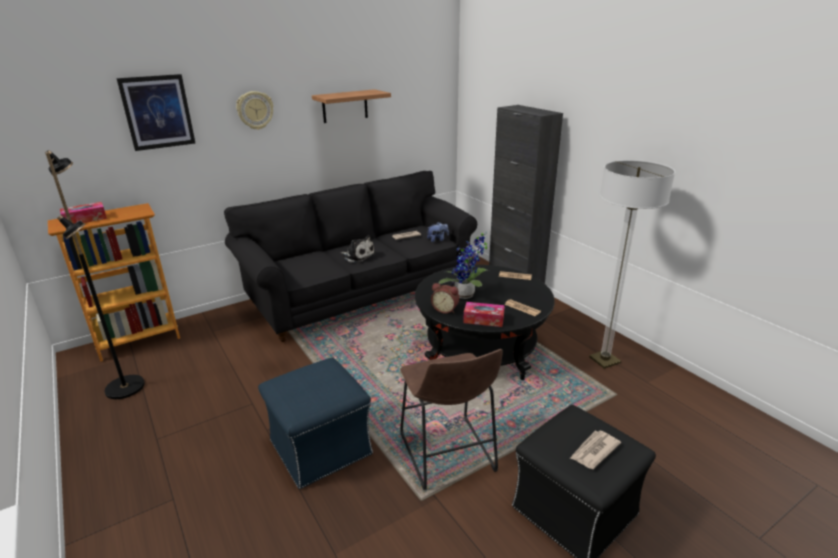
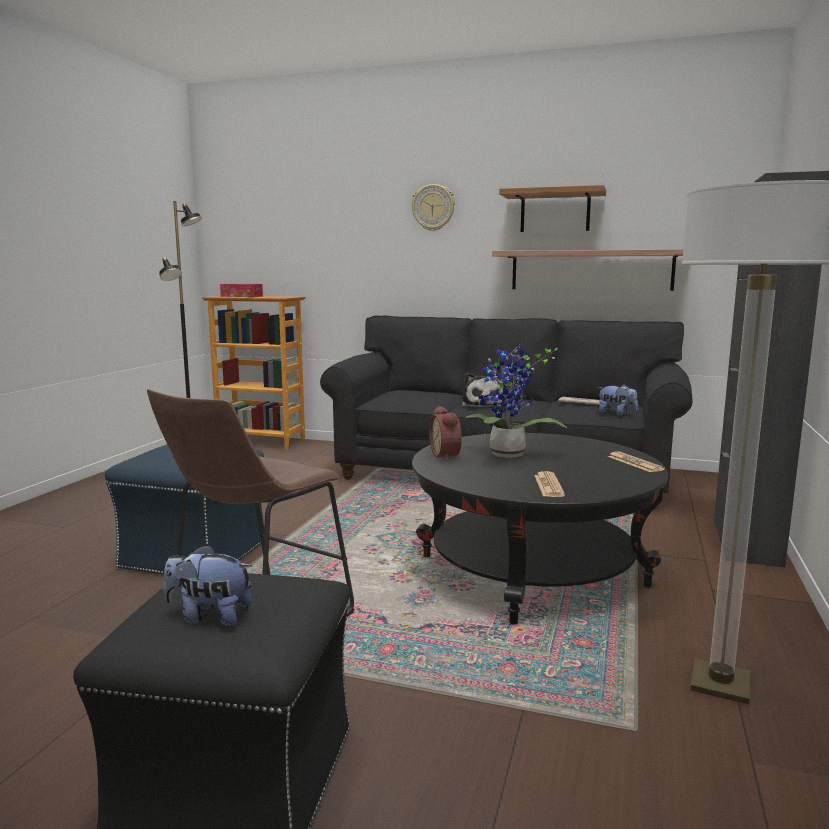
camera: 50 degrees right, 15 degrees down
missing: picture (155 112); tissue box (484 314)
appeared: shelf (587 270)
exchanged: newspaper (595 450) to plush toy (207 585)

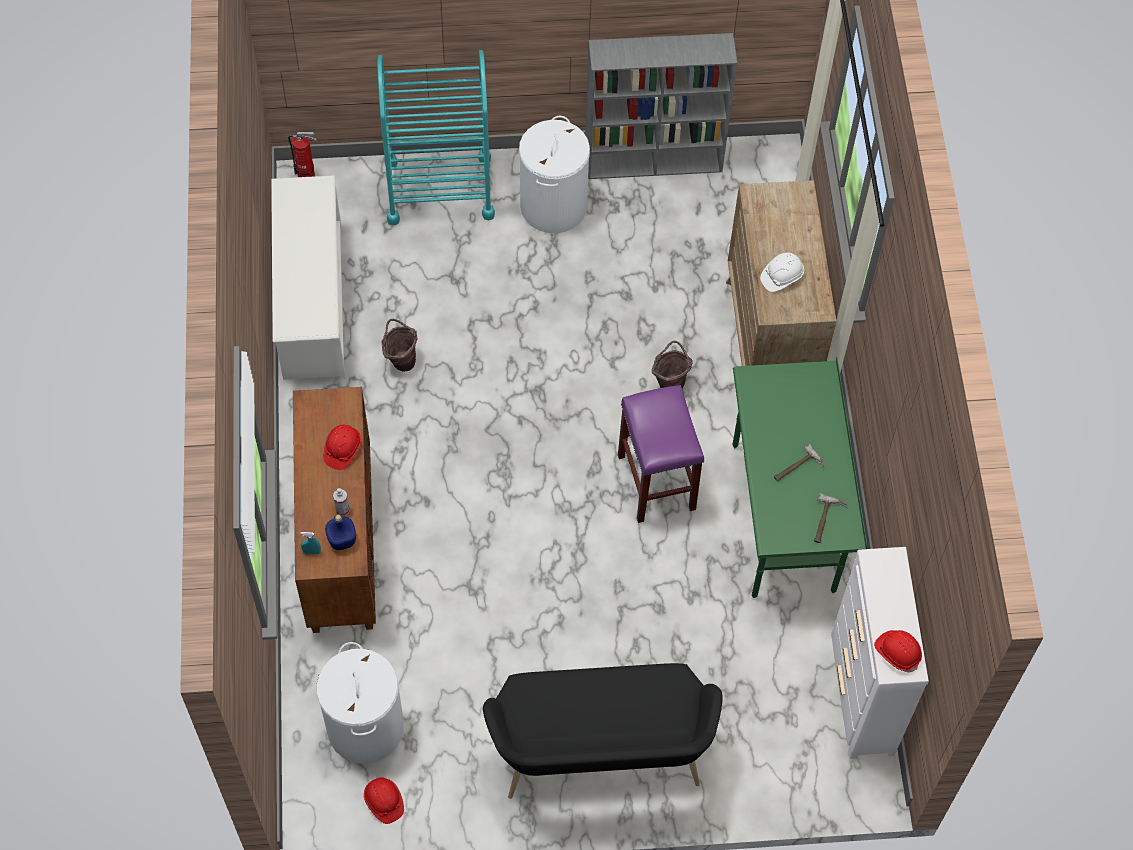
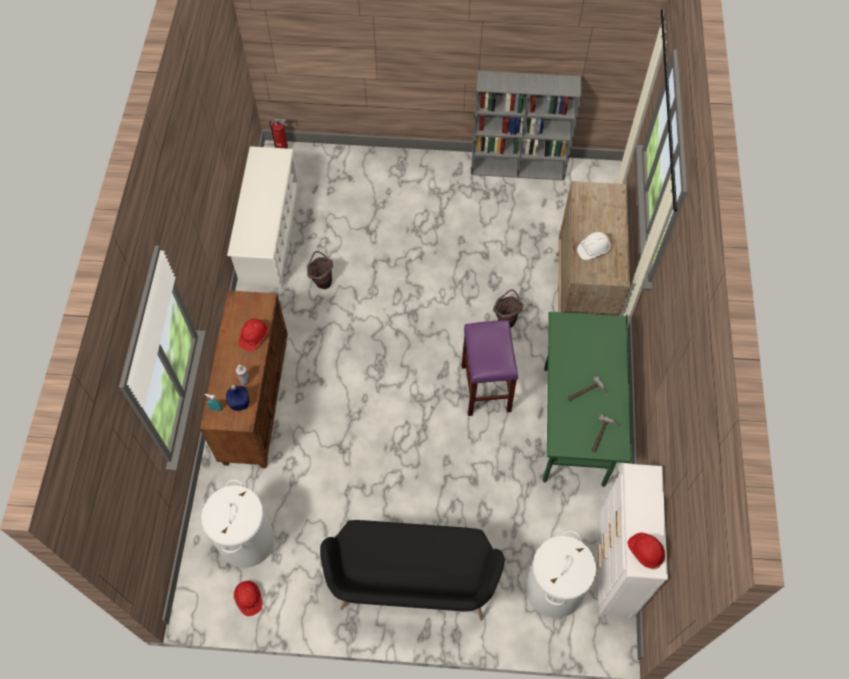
camera: 10 degrees right, 0 degrees up
missing: turquoise cart (436 137)
relocated: white laundry basket (554 174) to (561 574)

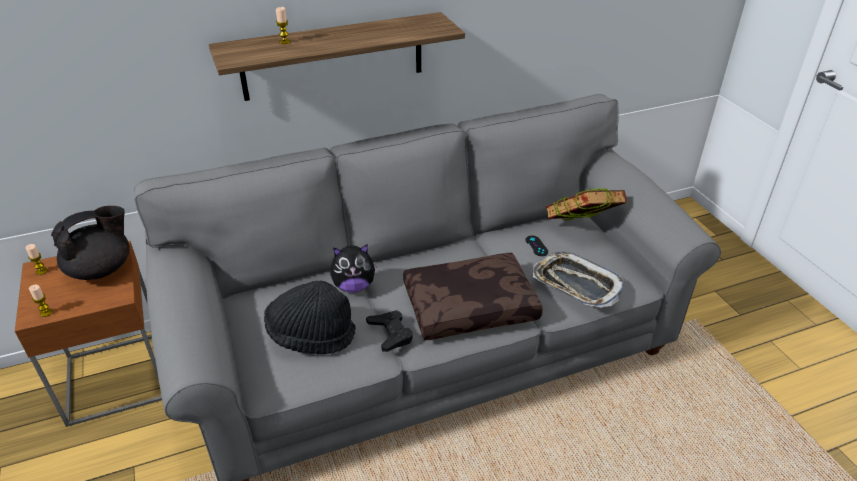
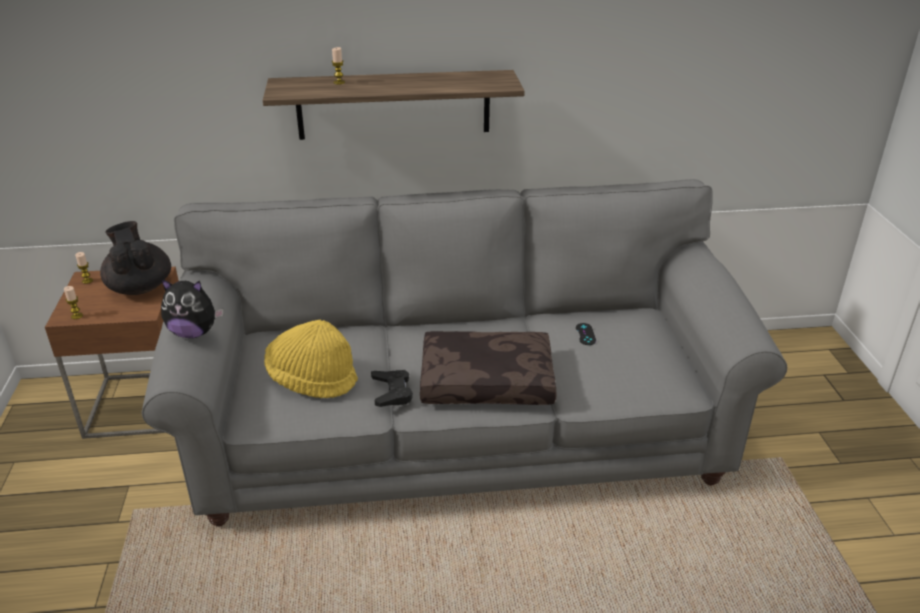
camera: 15 degrees right, 5 degrees down
missing: tray (578 280); book (586 204)
relocated: plush toy (353 268) to (192 308)
colour: black hat (310 317) to yellow hat (311 359)
spun: black teapot (90 243) = (135 258) 90 degrees counterclockwise

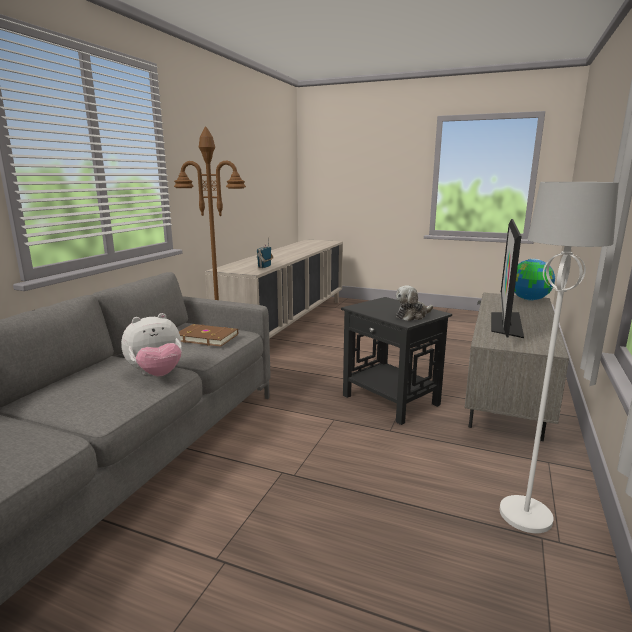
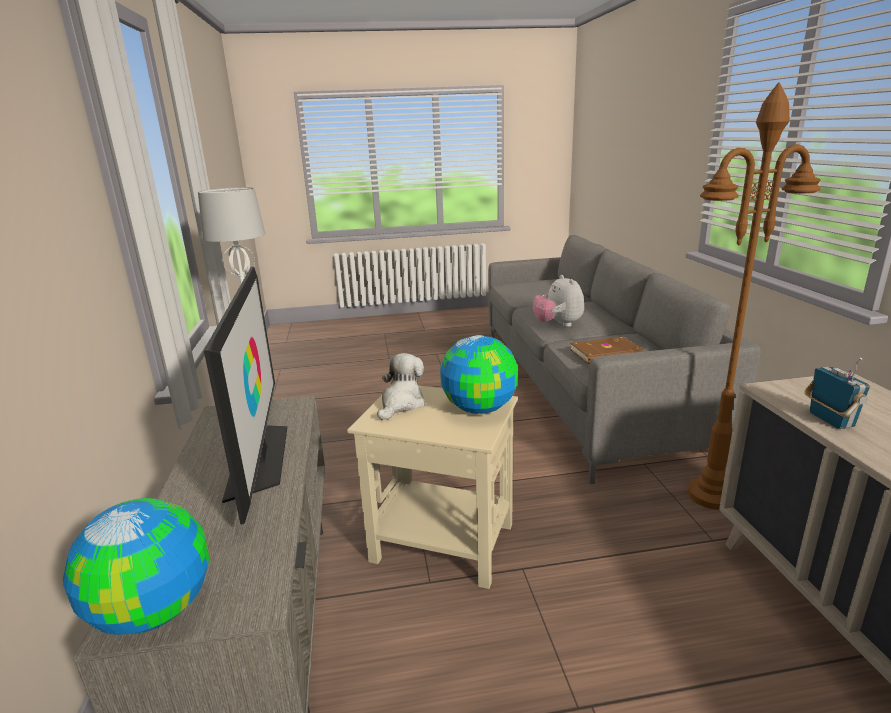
camera: 150 degrees right, 5 degrees up
appeared: globe (479 374)
colour: black side table (396 361) to beige side table (432 487)
spun: plush toy (151 344) = (558 301) 45 degrees counterclockwise

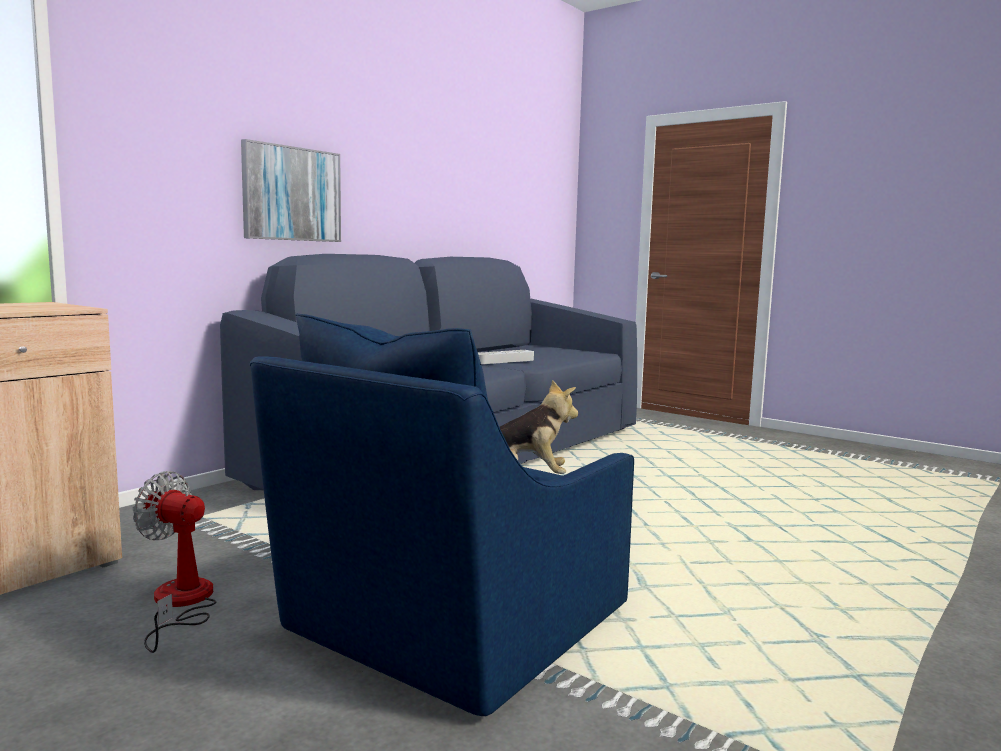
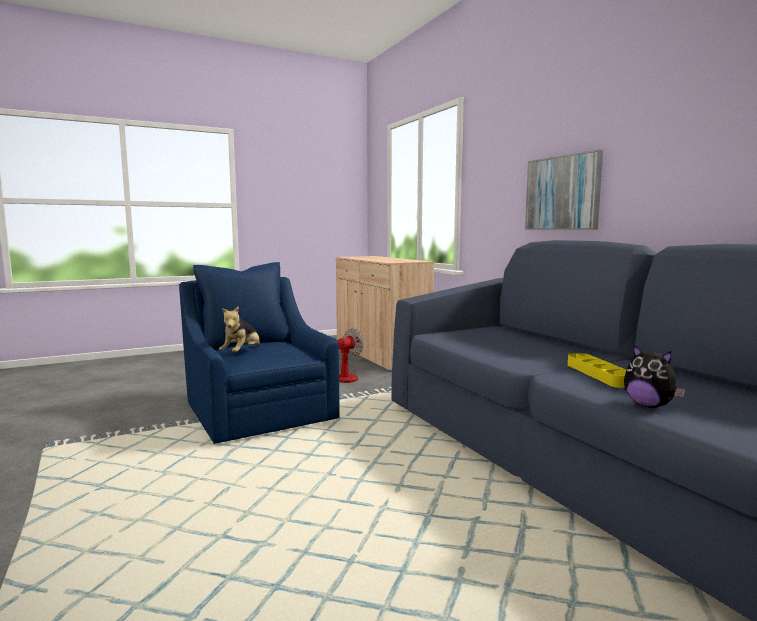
camera: 115 degrees right, 0 degrees up
appeared: plush toy (655 376)
colour: grey tray (506 357) to yellow tray (597 370)

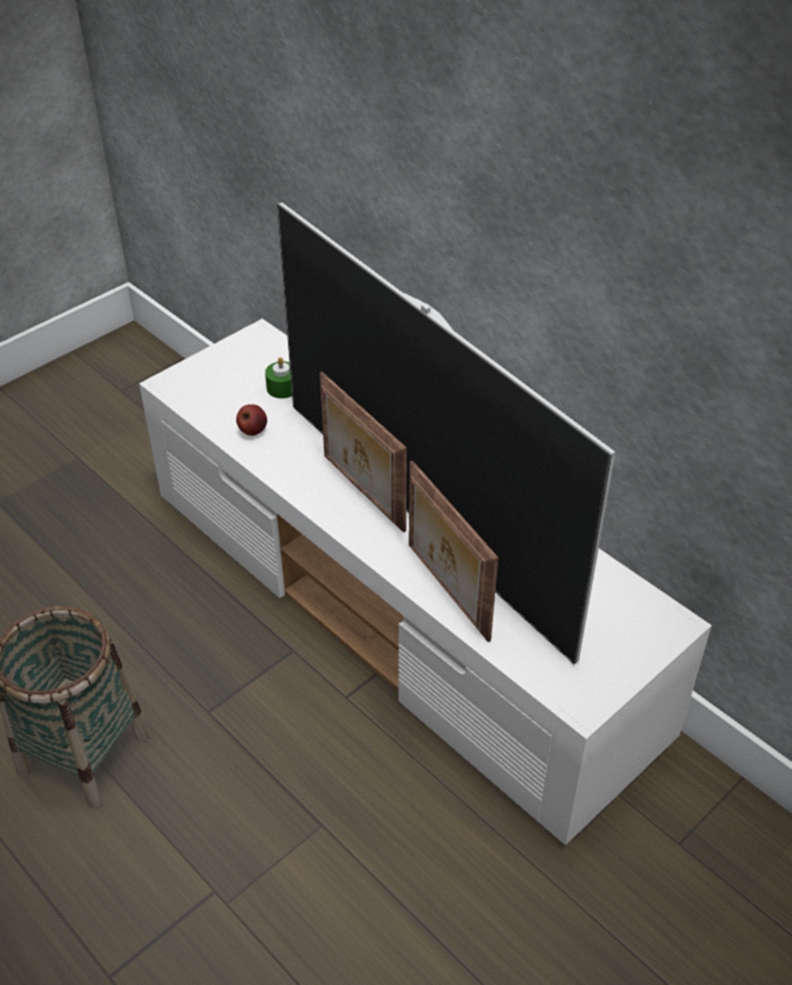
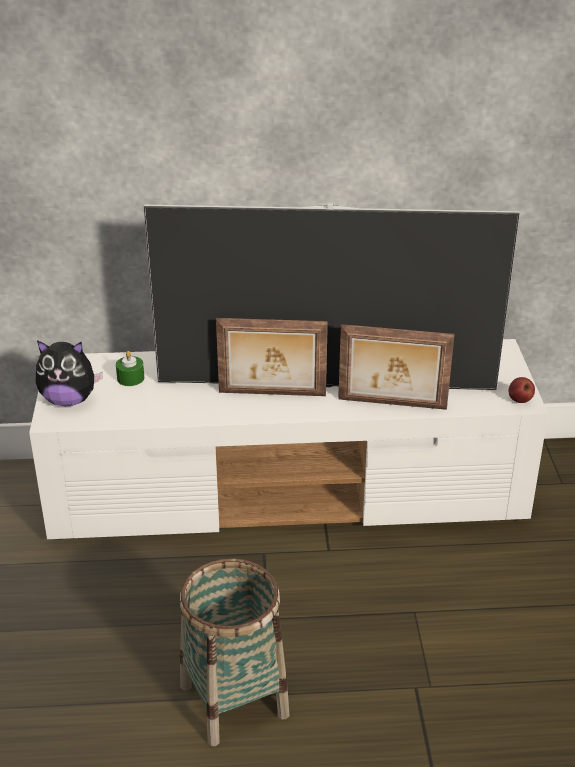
camera: 50 degrees left, 10 degrees down
appeared: plush toy (69 373)
relocated: apple (251 420) to (522 390)

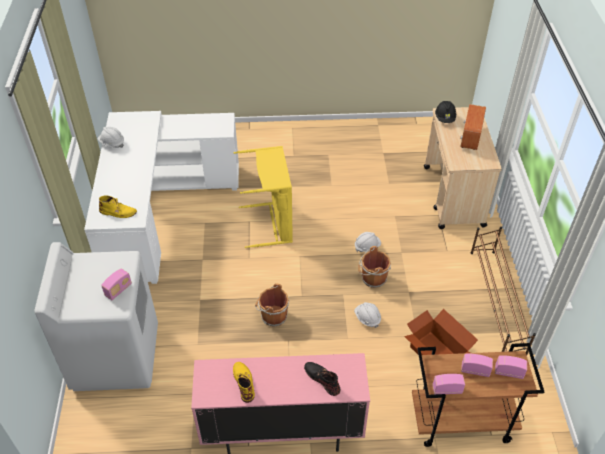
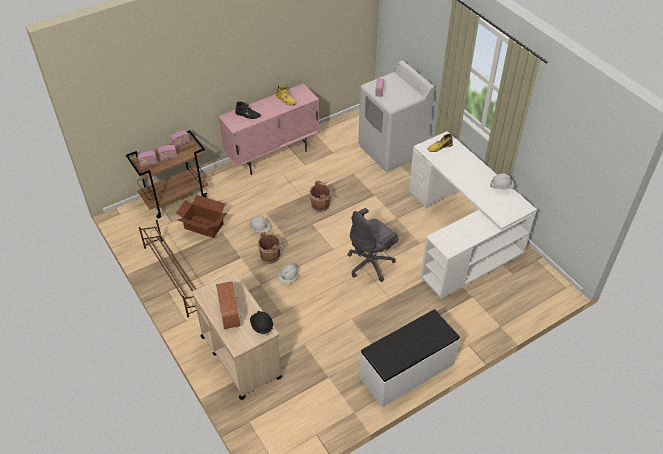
camera: 150 degrees right, 0 degrees up
appeared: white bench (409 358)
exchanged: yellow laundry basket (263 197) to grey office chair (373 245)

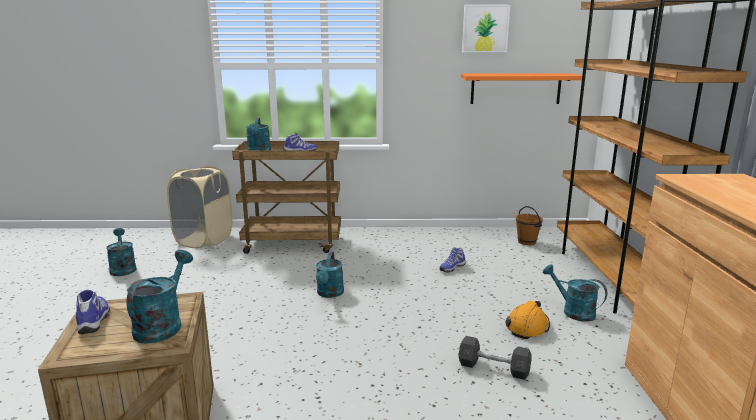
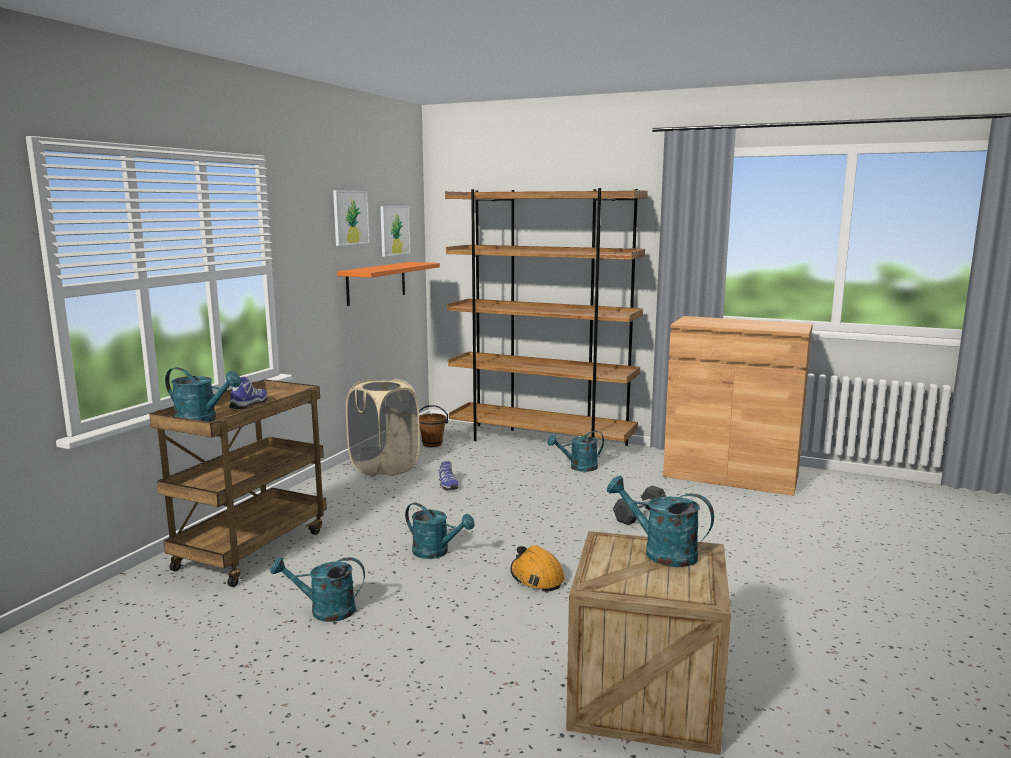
camera: 65 degrees left, 5 degrees down
missing: shoe (93 312)
appeared: picture (395 231)
relocated: turquoise watering can (121 252) to (317 589); beige laundry basket (200 207) to (383 427); orange hard hat (527 320) to (537 568)

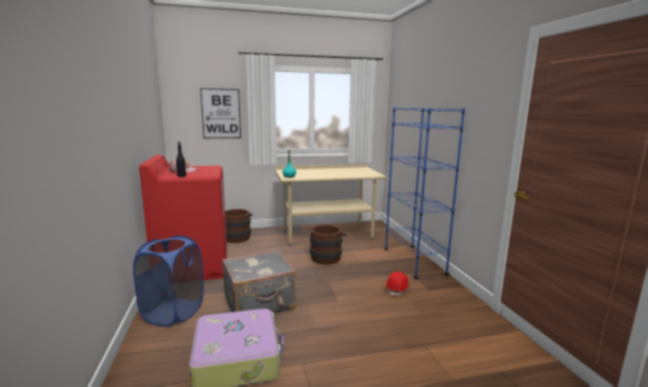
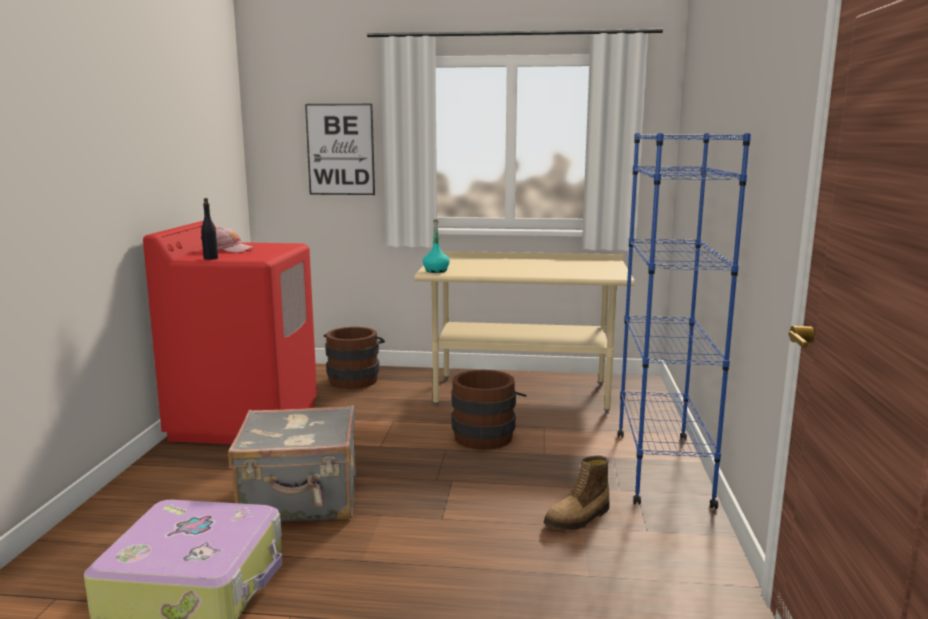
camera: 20 degrees right, 0 degrees up
missing: blue laundry basket (168 281)
exchanged: red hard hat (397 284) to boot (577 492)

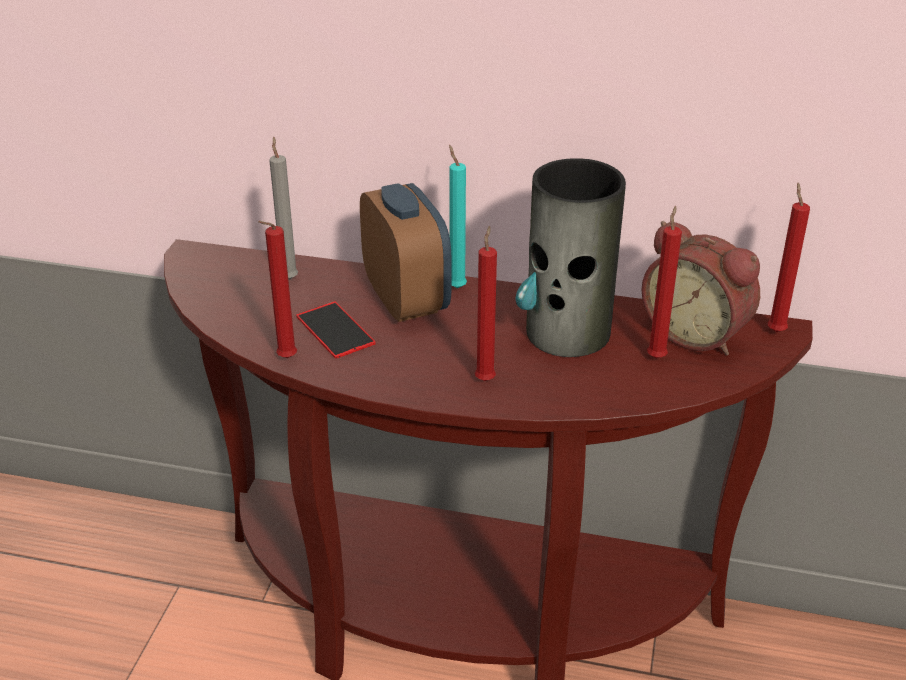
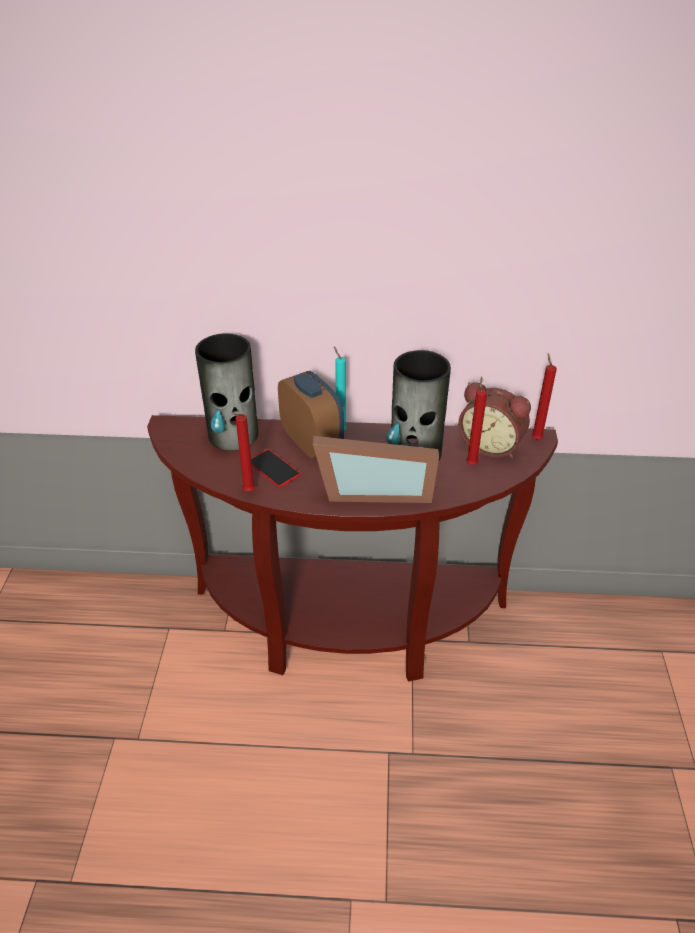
camera: 10 degrees left, 5 degrees up
exchanged: grey candle (283 208) to vase (226 392); red candle (486 303) to picture frame (376 469)

